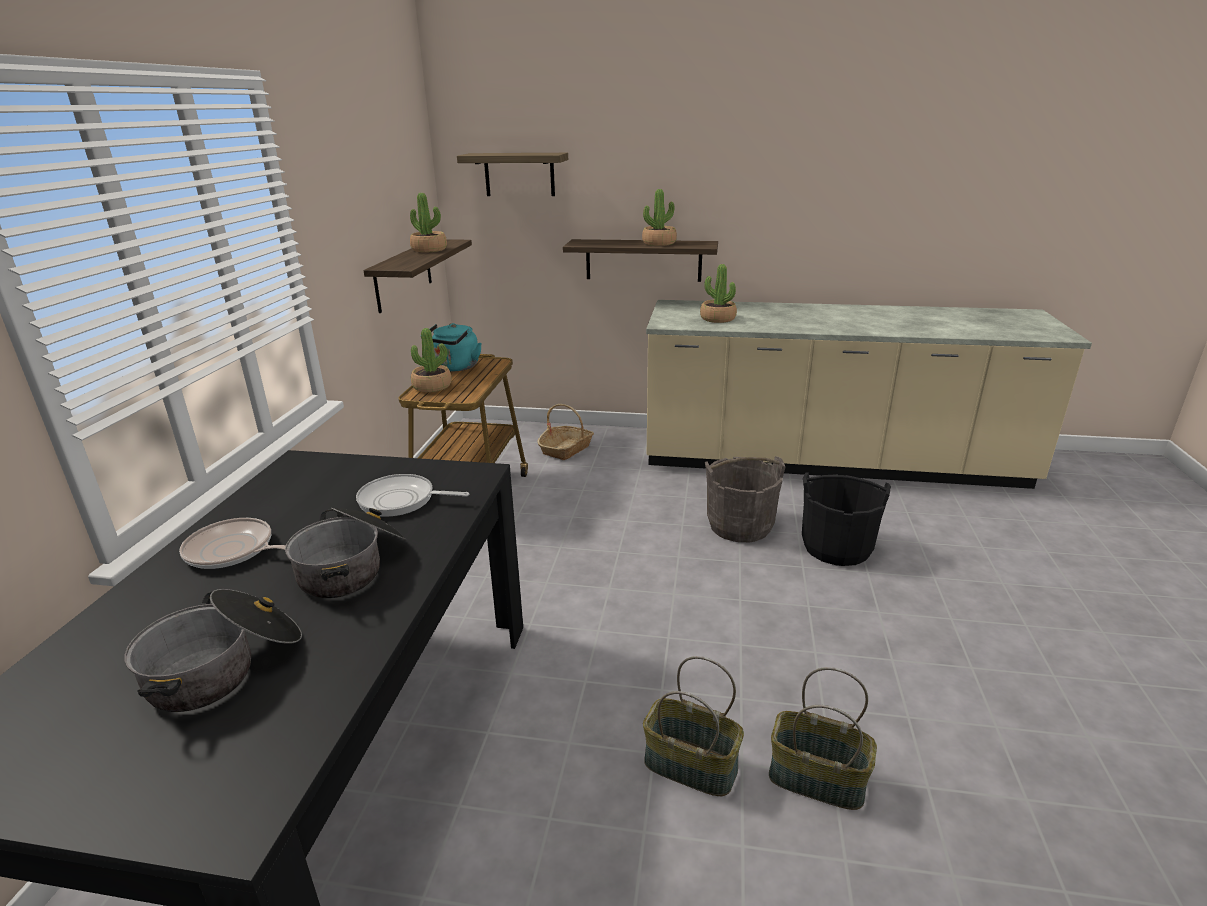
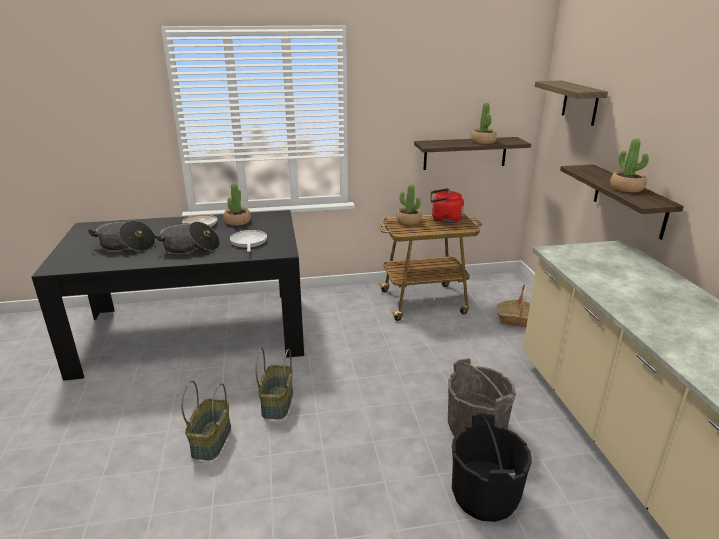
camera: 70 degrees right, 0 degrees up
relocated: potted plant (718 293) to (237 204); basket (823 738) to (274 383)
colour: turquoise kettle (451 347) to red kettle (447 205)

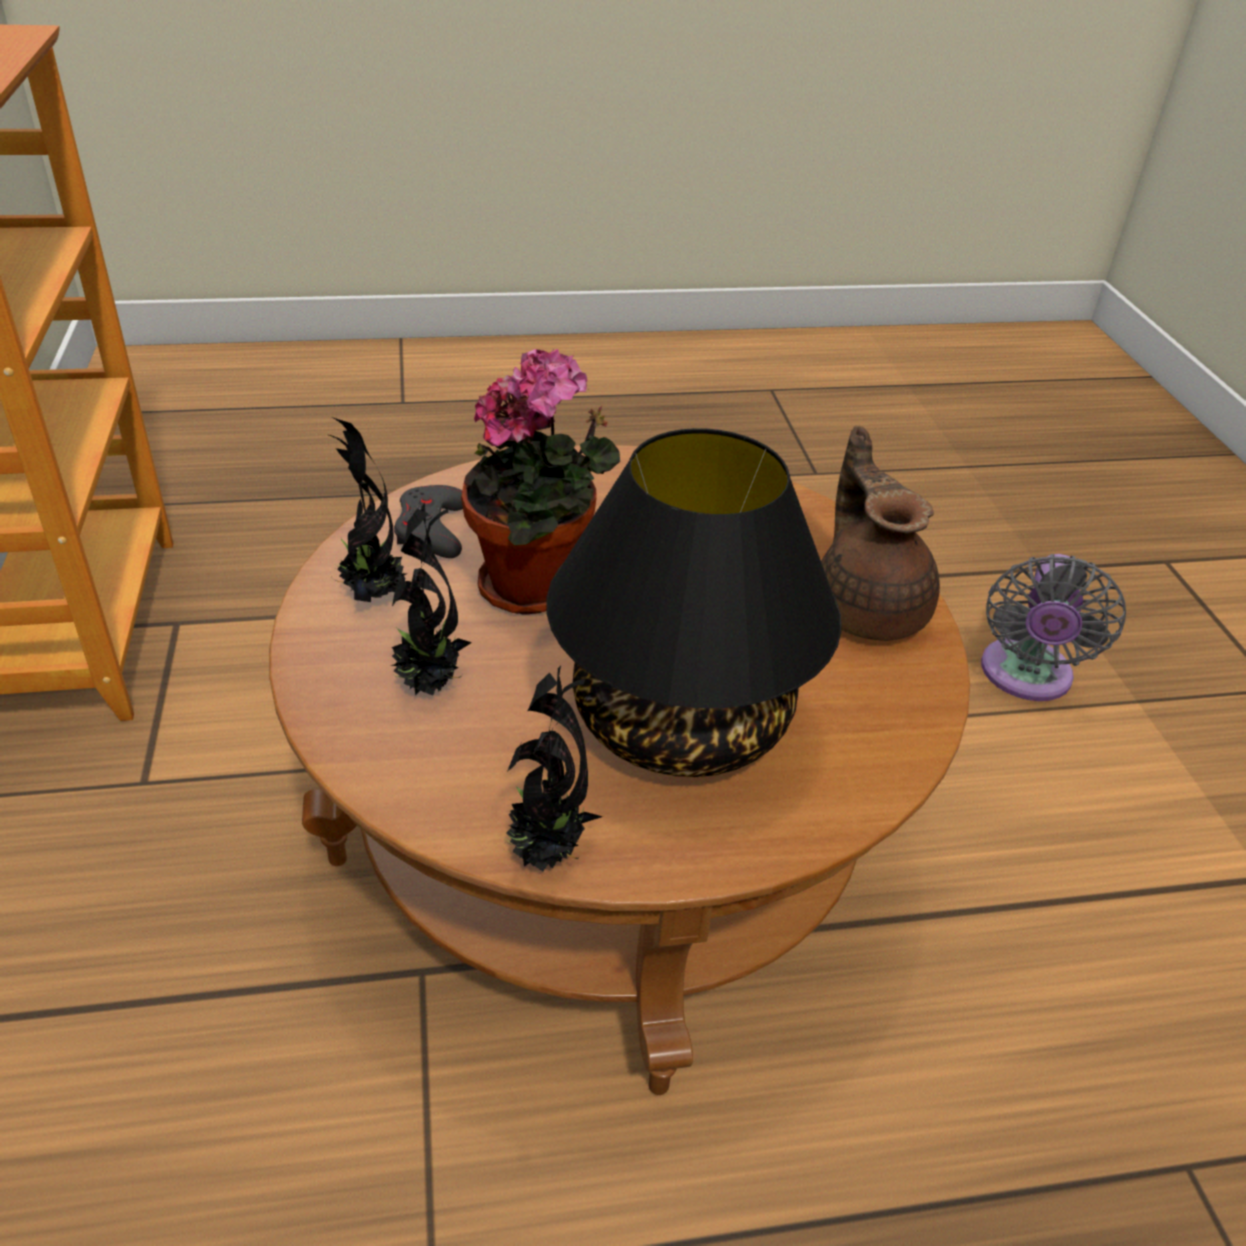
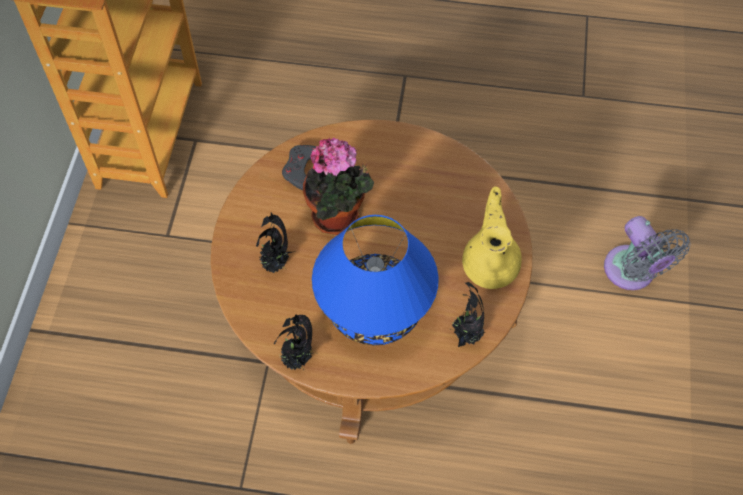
camera: 20 degrees right, 20 degrees up
relocated: potted plant (367 509) to (468 314)
colour: black table lamp (694 602) to blue table lamp (375 280); brown teapot (880 533) to yellow teapot (492 237)
spun: grey fan (1053 627) = (647 253) 60 degrees counterclockwise

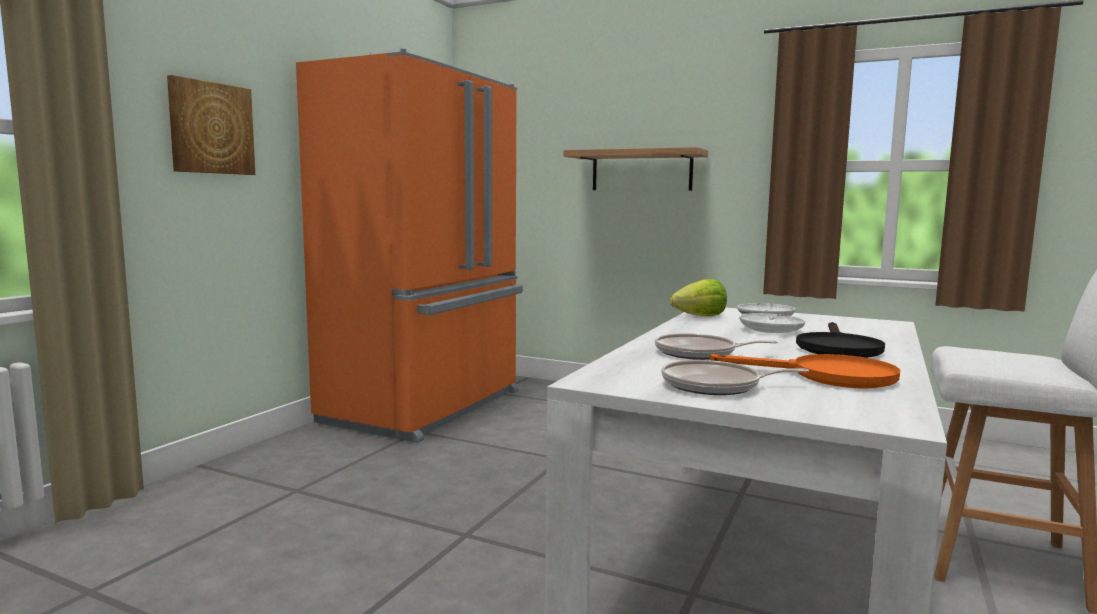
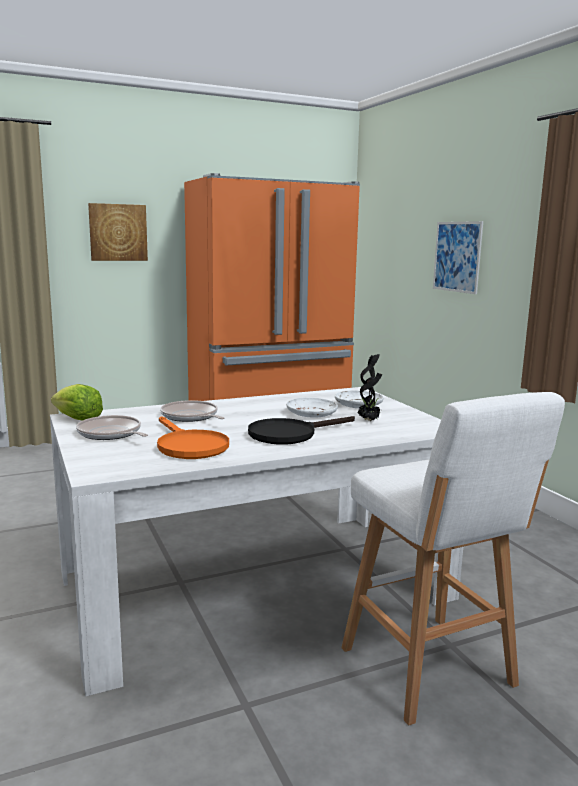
camera: 40 degrees right, 5 degrees up
appeared: potted plant (369 388)
relocated: lettuce (698 297) to (77 402)
exchanged: shelf (636 169) to picture (458 257)

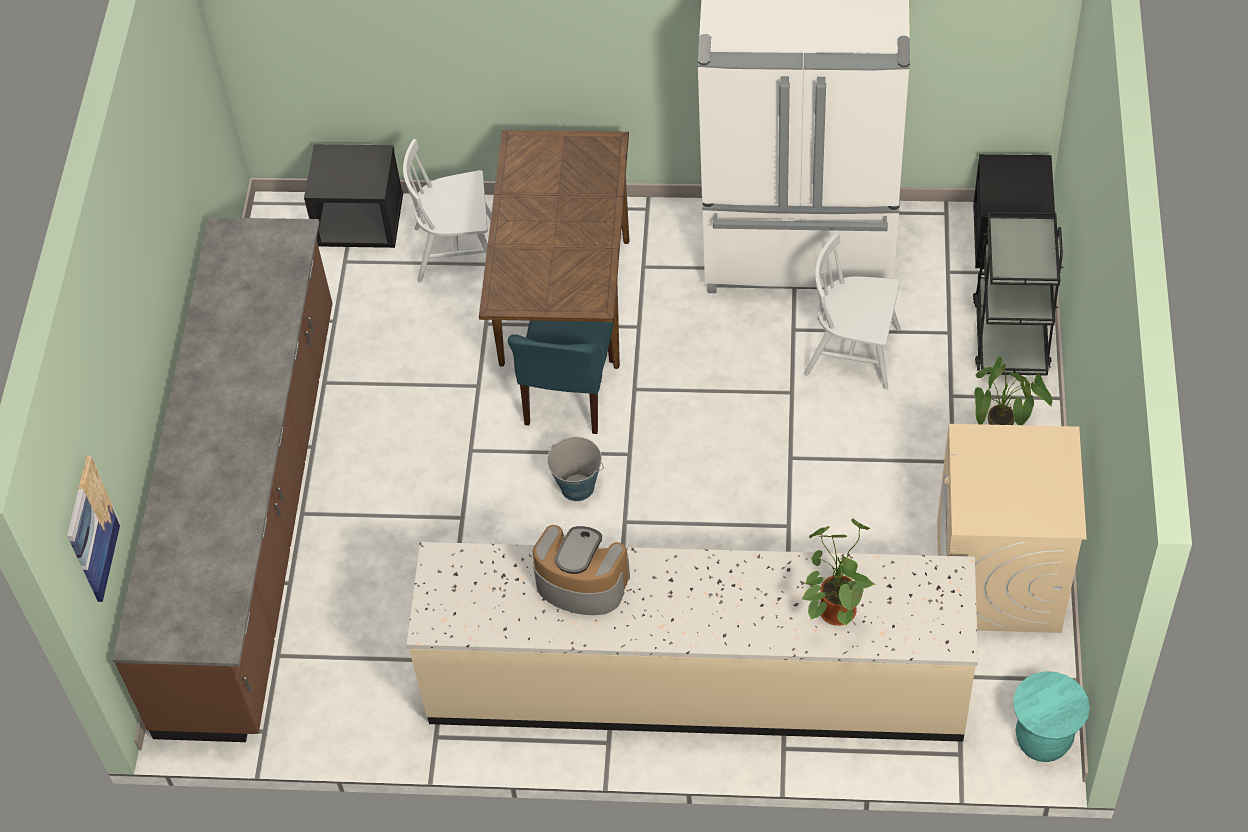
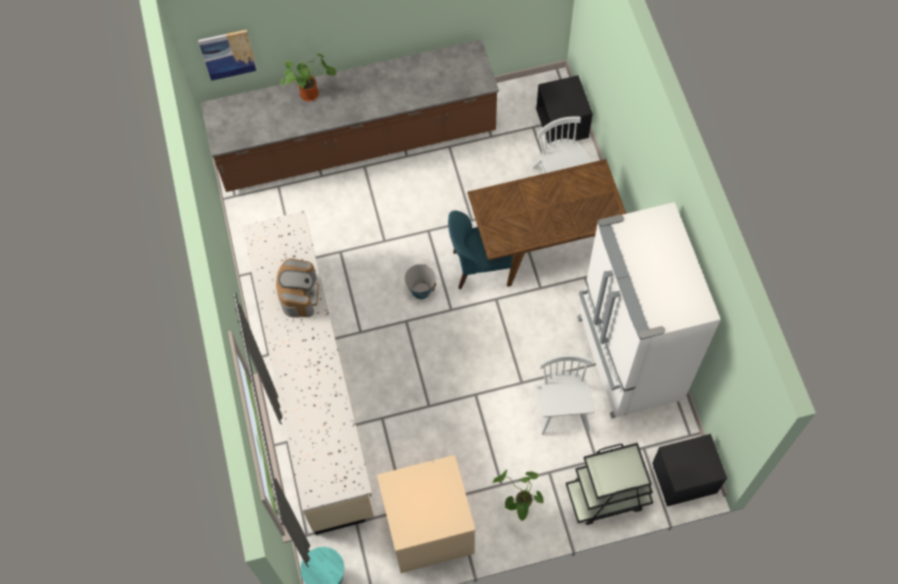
camera: 70 degrees right, 10 degrees up
relocated: potted plant (838 572) to (308 76)

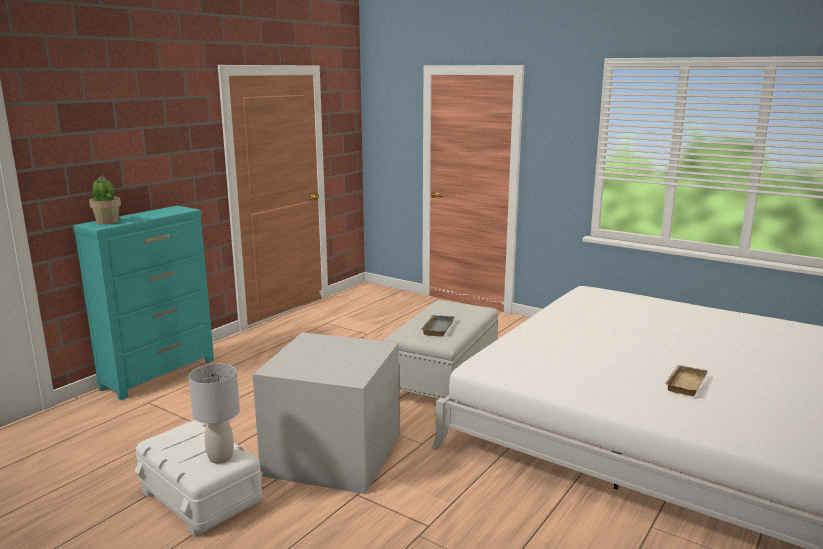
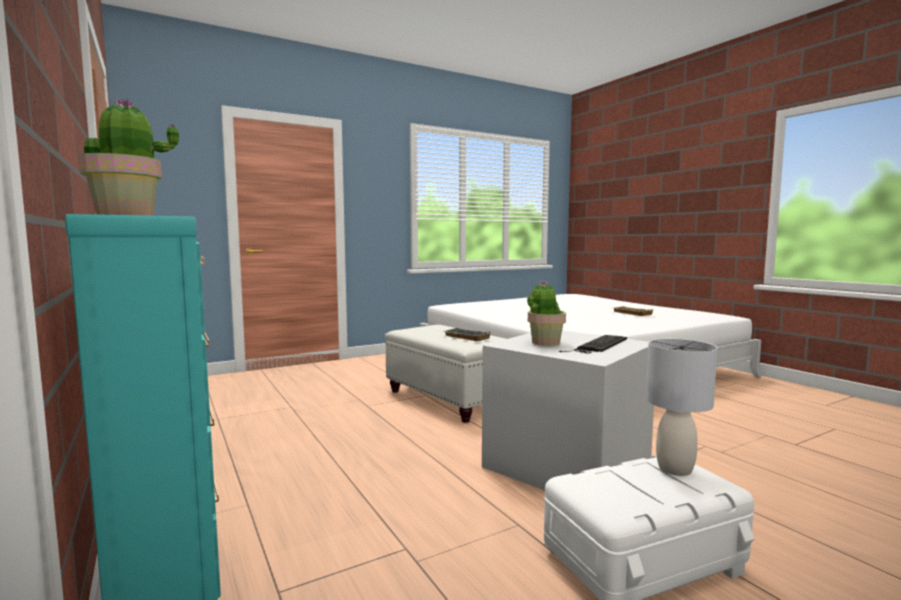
camera: 65 degrees left, 10 degrees down
appeared: potted plant (546 313); keyboard (593 344)

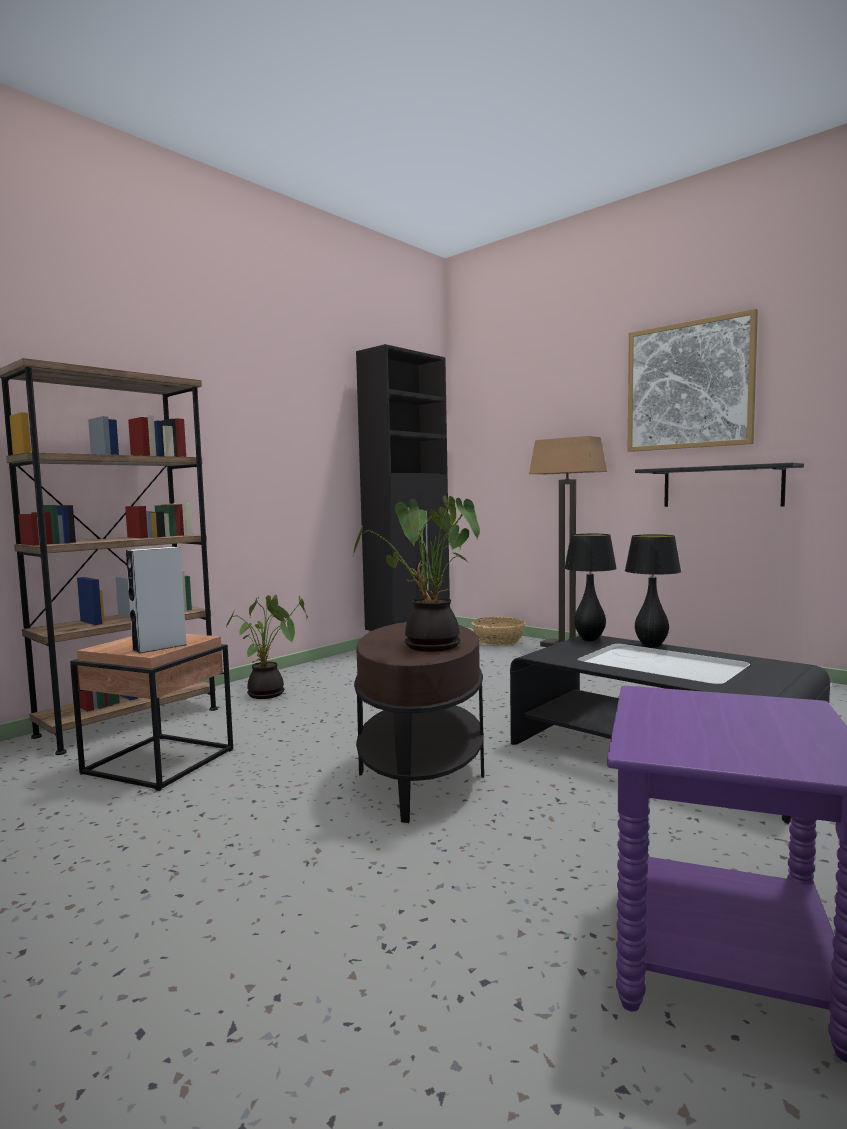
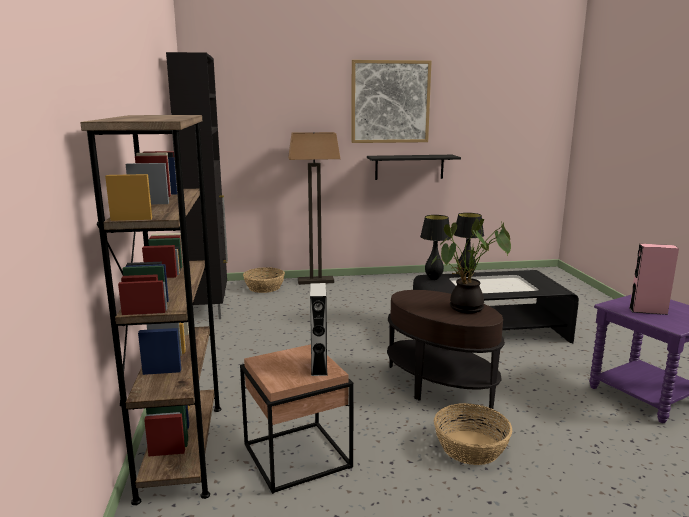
camera: 50 degrees left, 10 degrees up
missing: potted plant (267 647)
appeared: basket (473 434); pink speaker (654 279)

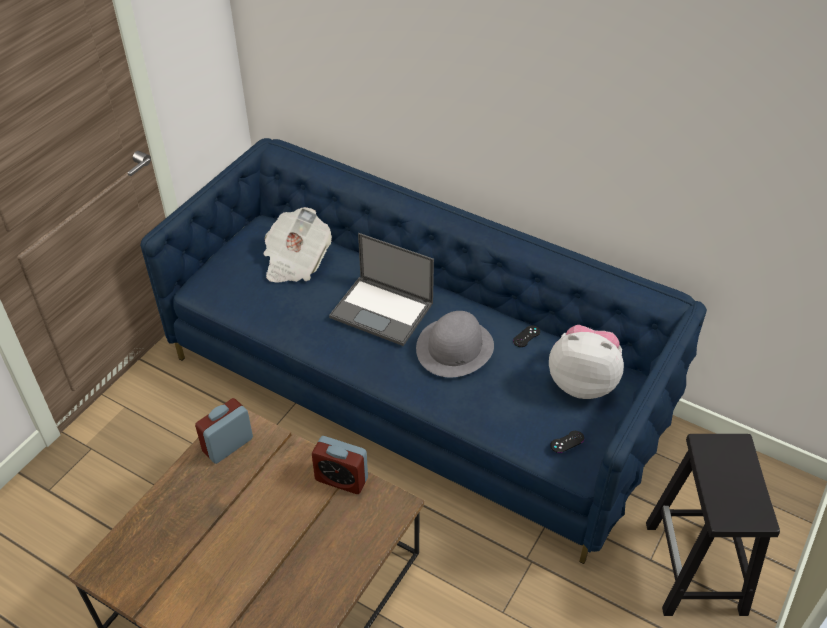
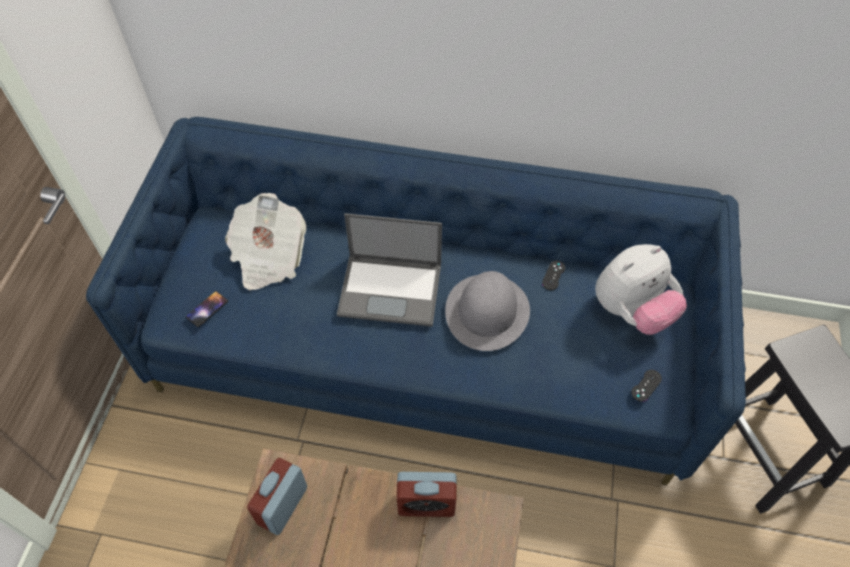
camera: 20 degrees left, 10 degrees up
appeared: phone (207 309)
spun: plush toy (586 362) = (641 289) 150 degrees clockwise

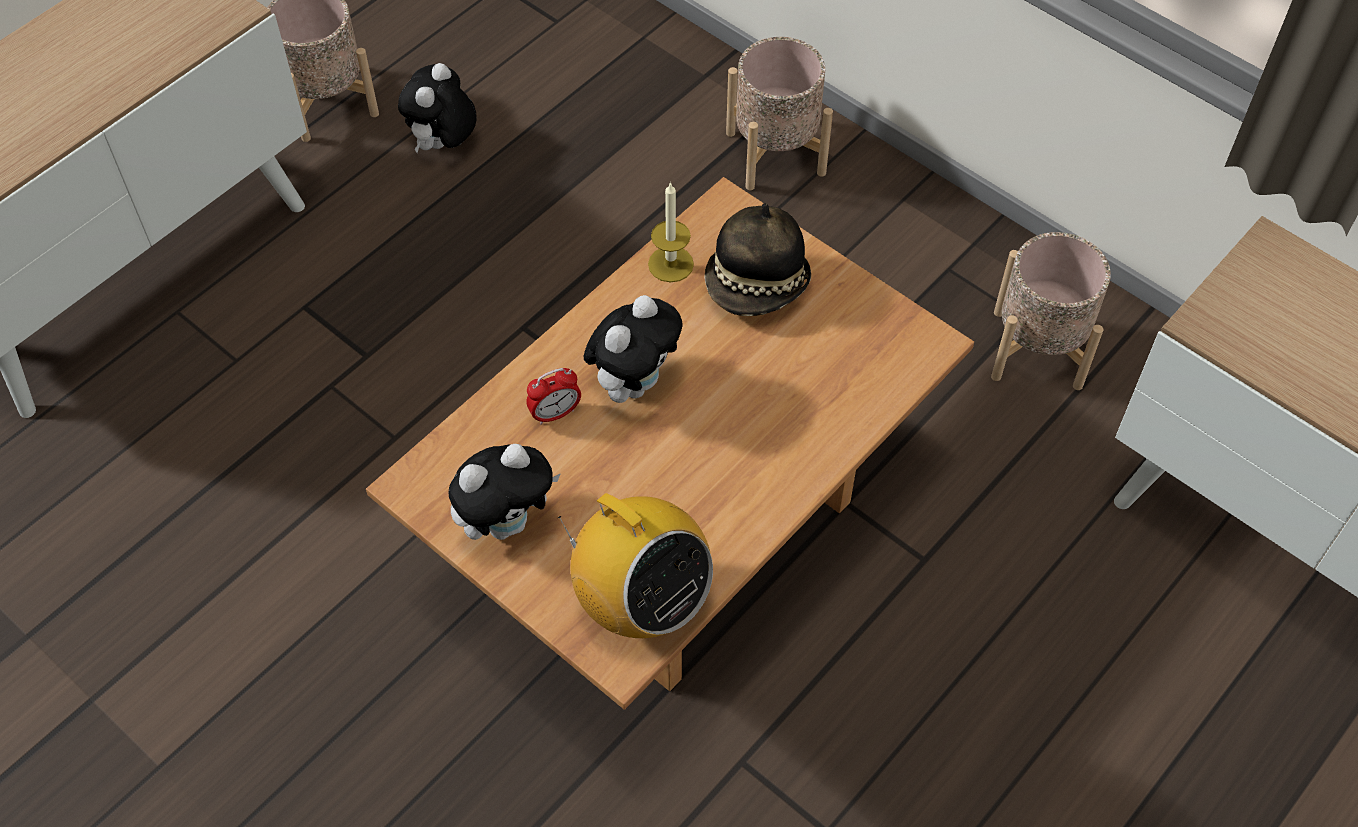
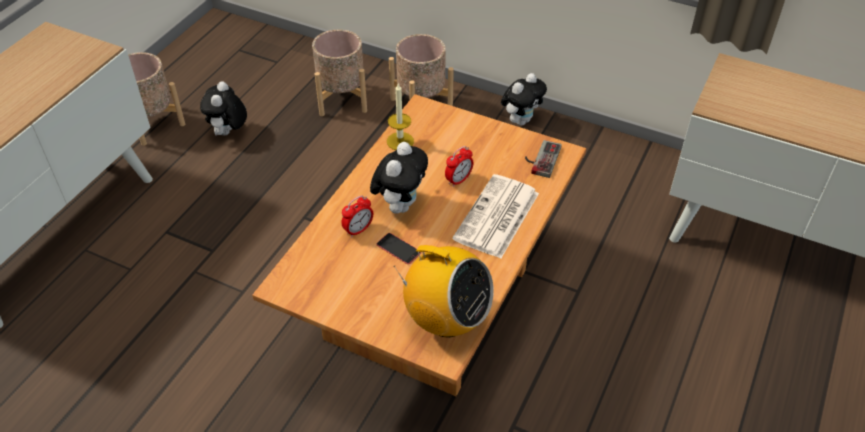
camera: 15 degrees left, 10 degrees down
missing: hat (758 259)
appeared: phone (398 248); alarm clock (459 166); newspaper (495 216); game controller (543 159)
relocated: plush toy (504 492) to (524 99); beige planter (1051 311) to (339 72)

